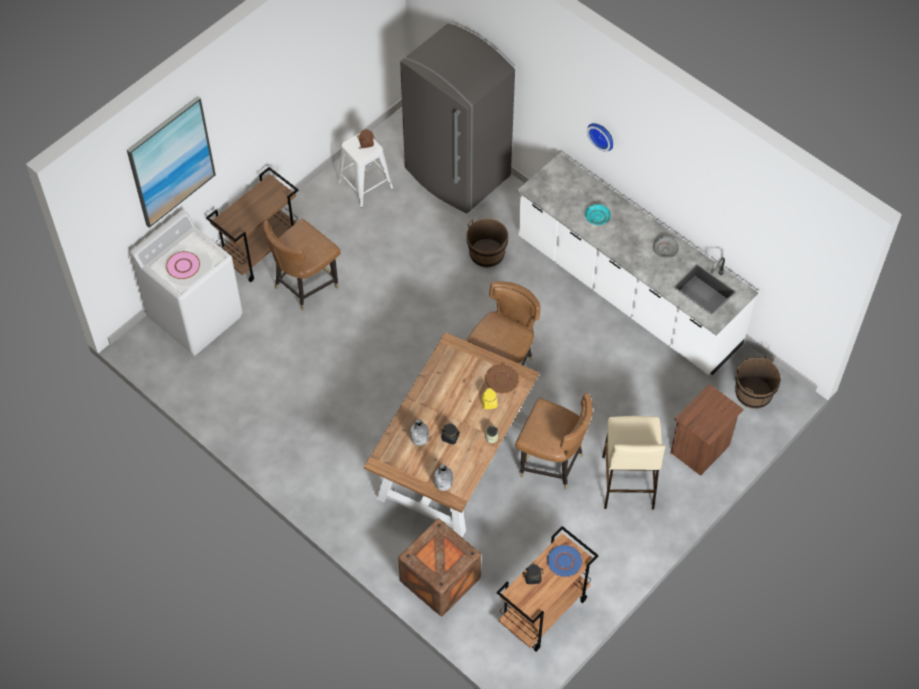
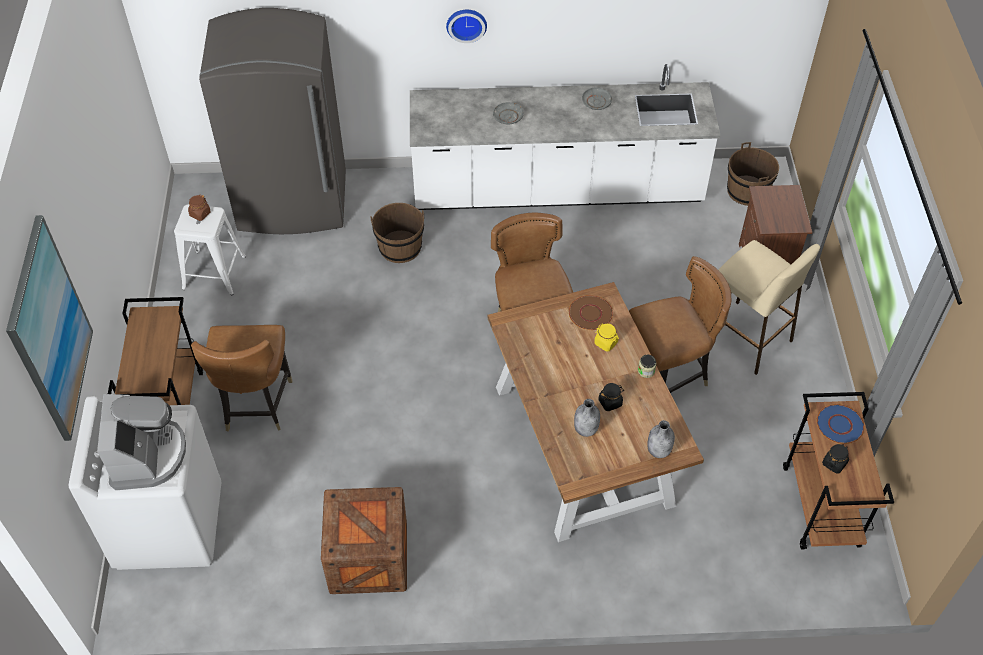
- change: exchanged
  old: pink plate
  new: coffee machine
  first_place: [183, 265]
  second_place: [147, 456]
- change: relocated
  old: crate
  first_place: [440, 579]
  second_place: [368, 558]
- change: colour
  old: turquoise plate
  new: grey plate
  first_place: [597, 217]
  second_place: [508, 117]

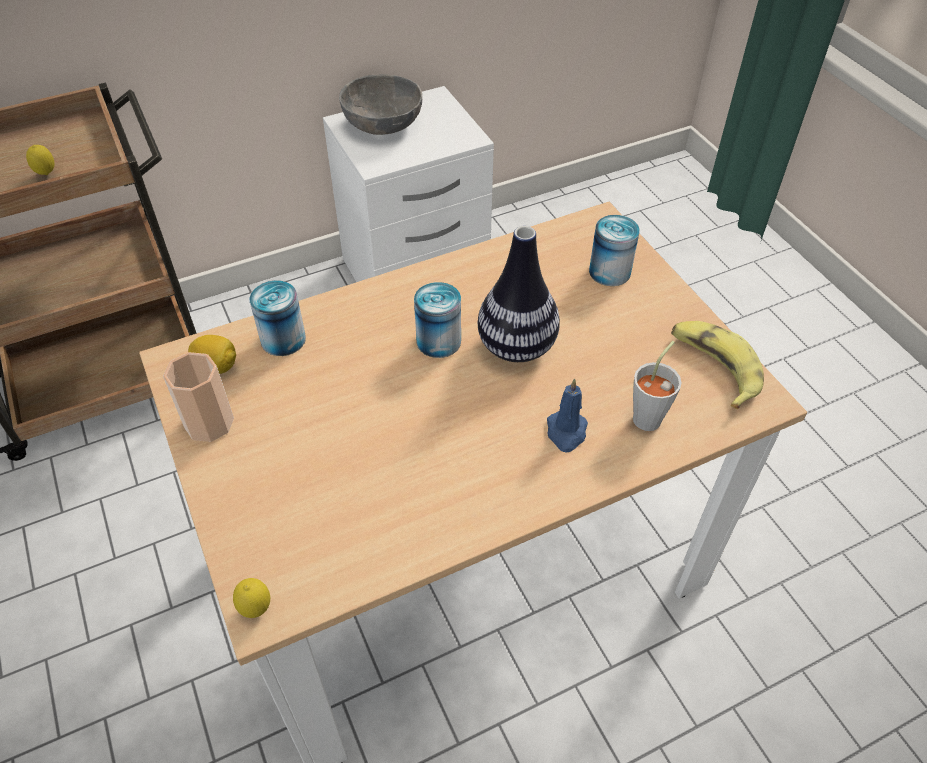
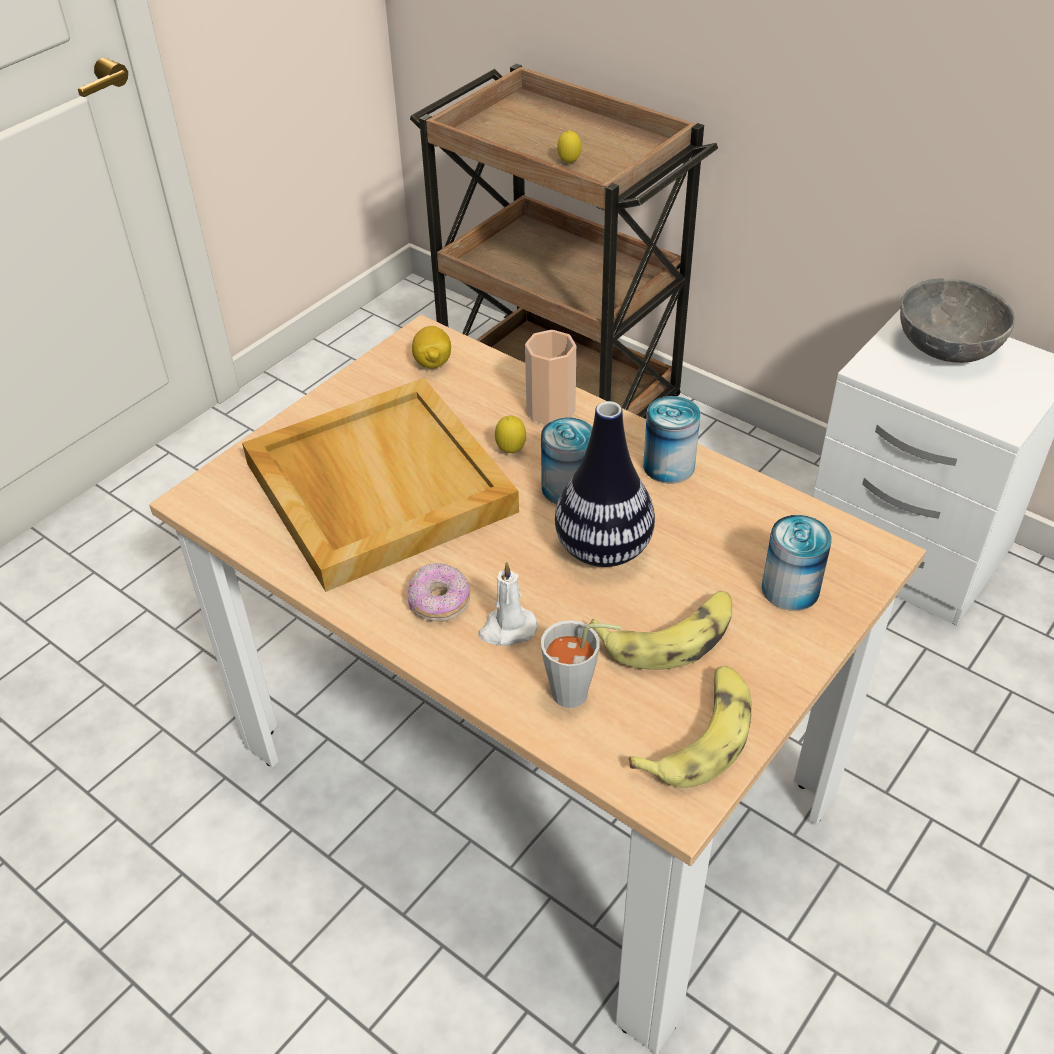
- change: relocated
  old: cup
  first_place: [209, 423]
  second_place: [550, 410]
- change: relocated
  old: lemon
  first_place: [256, 609]
  second_place: [511, 452]
- change: relocated
  old: can
  first_place: [283, 339]
  second_place: [668, 466]
- change: colour
  old: blue candle
  new: white candle
  first_place: [566, 432]
  second_place: [507, 629]
- change: appeared
  new: beige tray
  second_place: [377, 487]
- change: appeared
  new: donut
  second_place: [439, 603]
- change: appeared
  new: banana
  second_place: [669, 636]

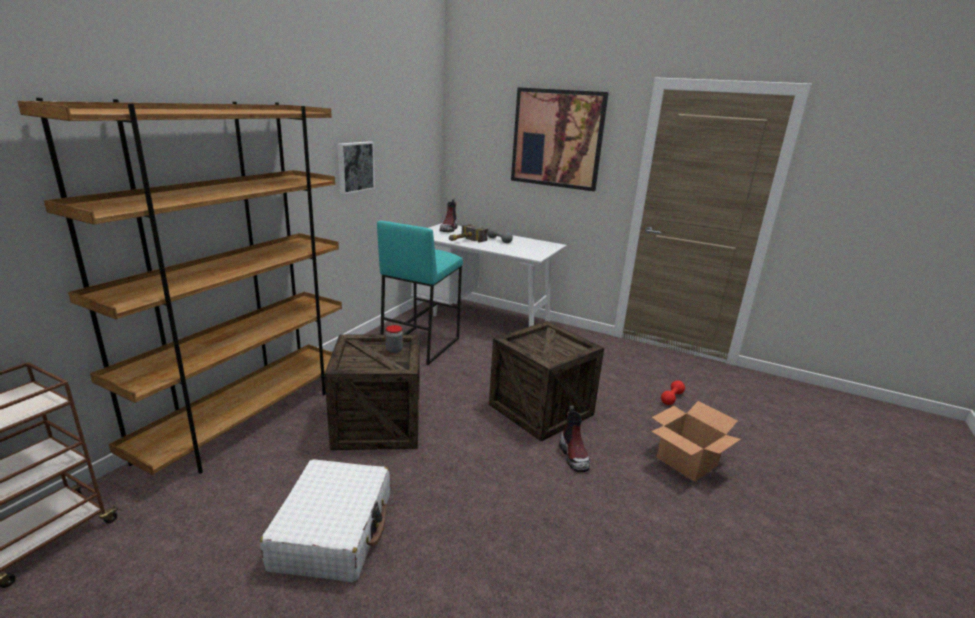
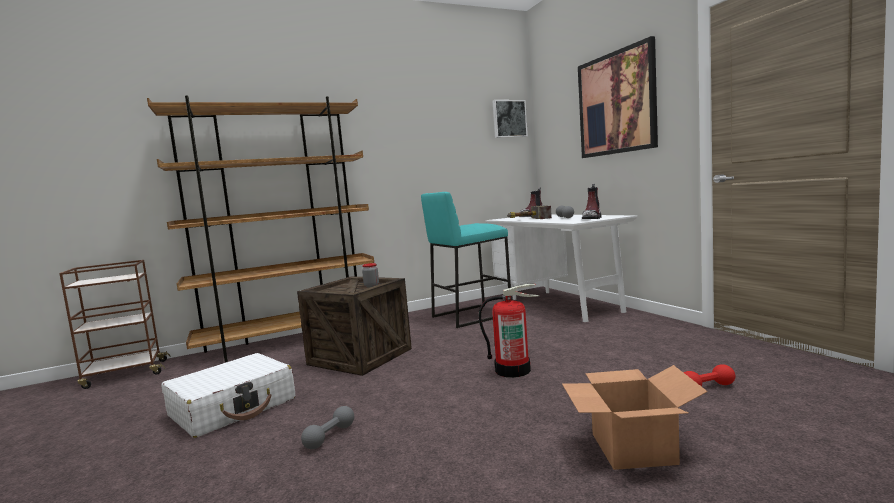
- change: relocated
  old: picture
  first_place: [354, 167]
  second_place: [509, 119]
- change: exchanged
  old: crate
  new: fire extinguisher
  first_place: [541, 409]
  second_place: [513, 370]
- change: relocated
  old: boot
  first_place: [574, 456]
  second_place: [592, 218]
- change: appeared
  new: grey dumbbell
  second_place: [330, 436]

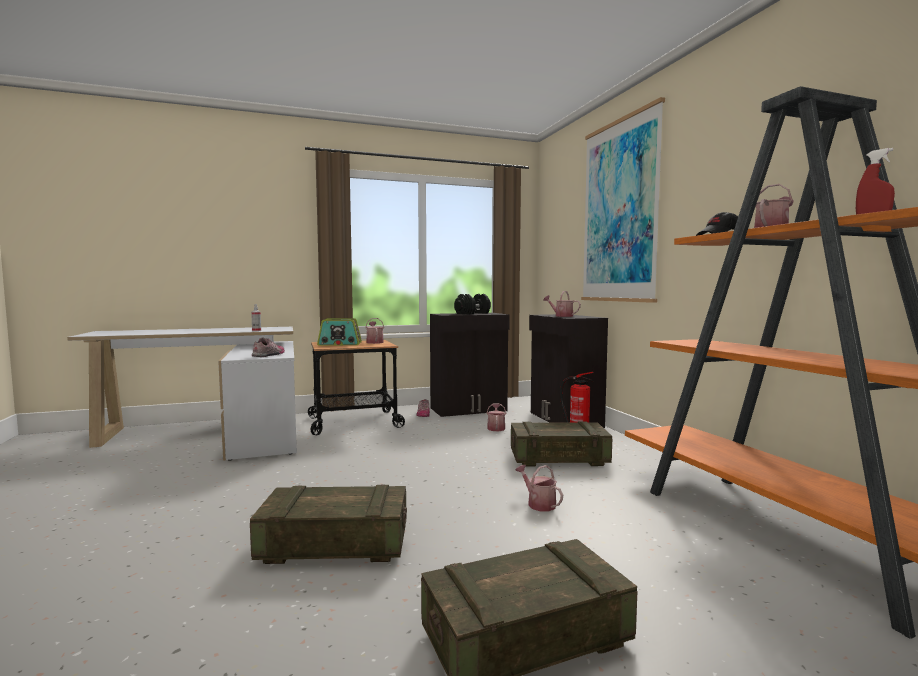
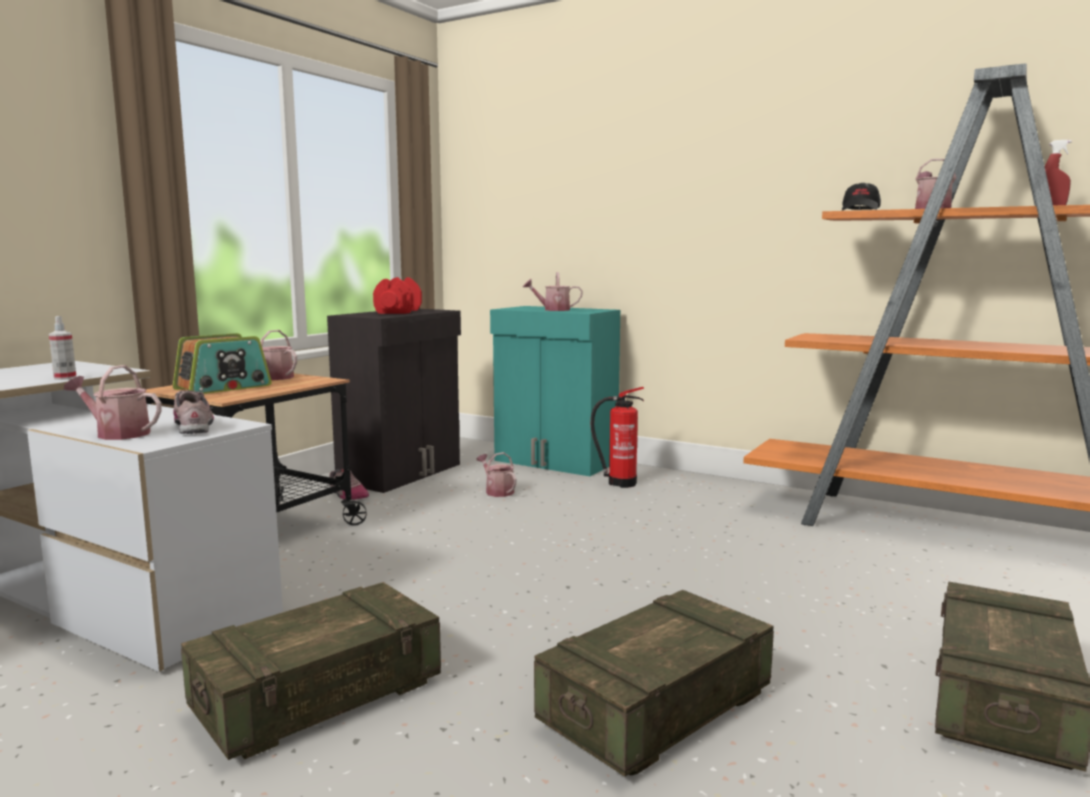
- change: colour
  old: black dumbbell
  new: red dumbbell
  first_place: [472, 313]
  second_place: [398, 311]
- change: relocated
  old: crate
  first_place: [558, 459]
  second_place: [319, 697]
- change: relocated
  old: watering can
  first_place: [538, 503]
  second_place: [117, 433]
- change: colour
  old: black cabinet
  new: turquoise cabinet
  first_place: [564, 420]
  second_place: [555, 462]
- change: missing
  old: picture
  first_place: [619, 211]

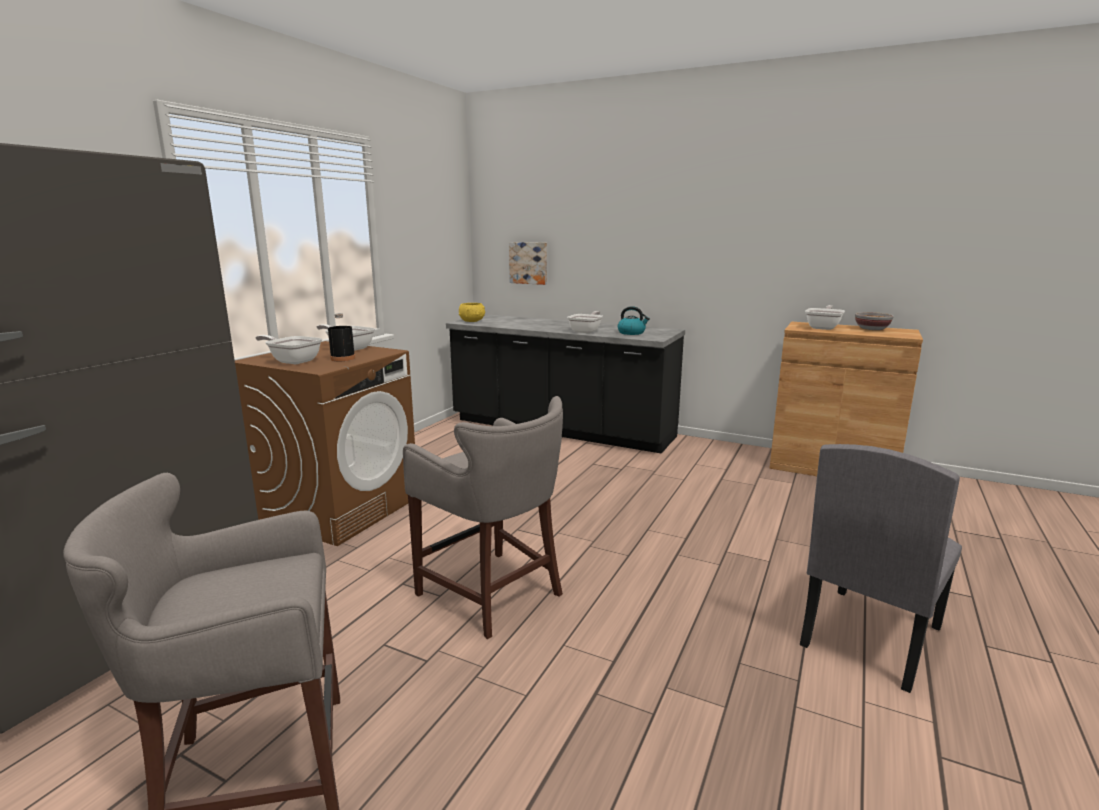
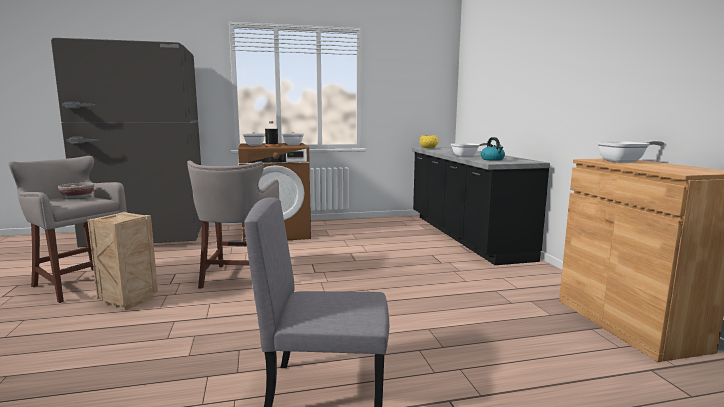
- change: missing
  old: picture
  first_place: [529, 263]
- change: relocated
  old: bowl
  first_place: [872, 329]
  second_place: [77, 197]
- change: appeared
  new: crate
  second_place: [127, 301]

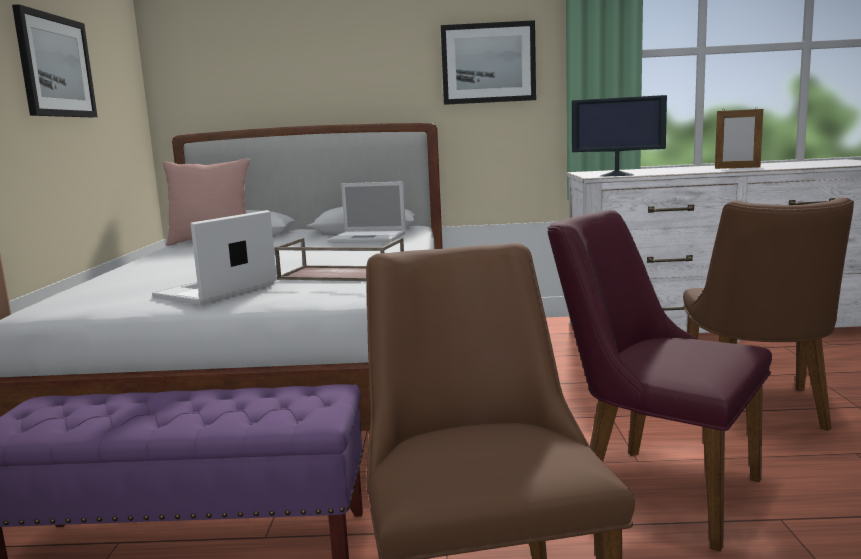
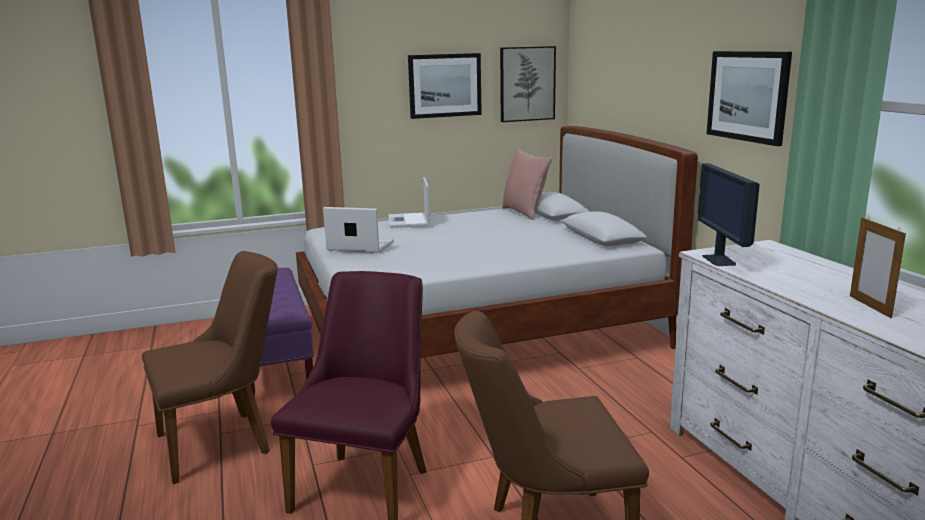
- change: missing
  old: brown tray
  first_place: [340, 274]
- change: relocated
  old: laptop
  first_place: [369, 237]
  second_place: [409, 221]
- change: appeared
  new: picture
  second_place: [527, 84]

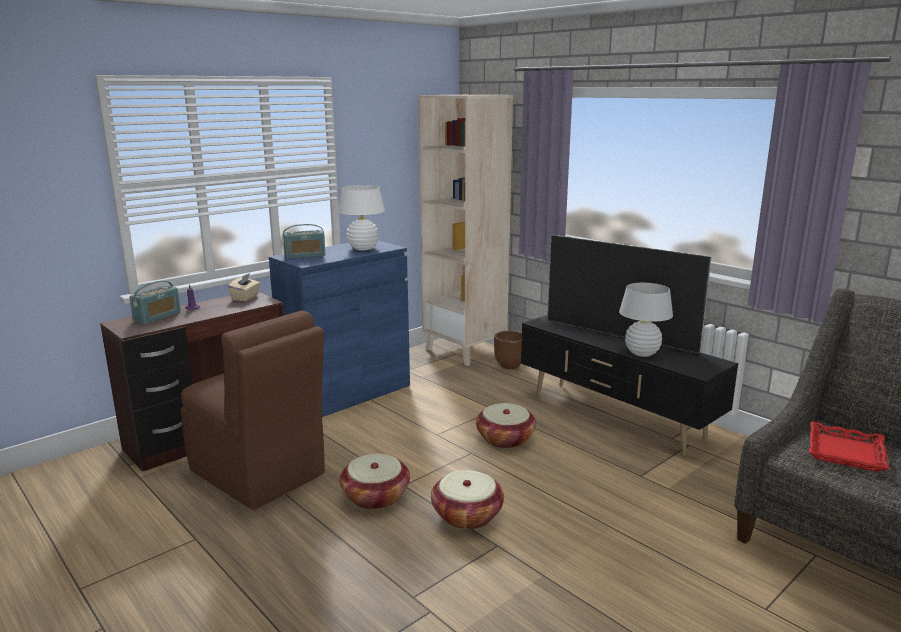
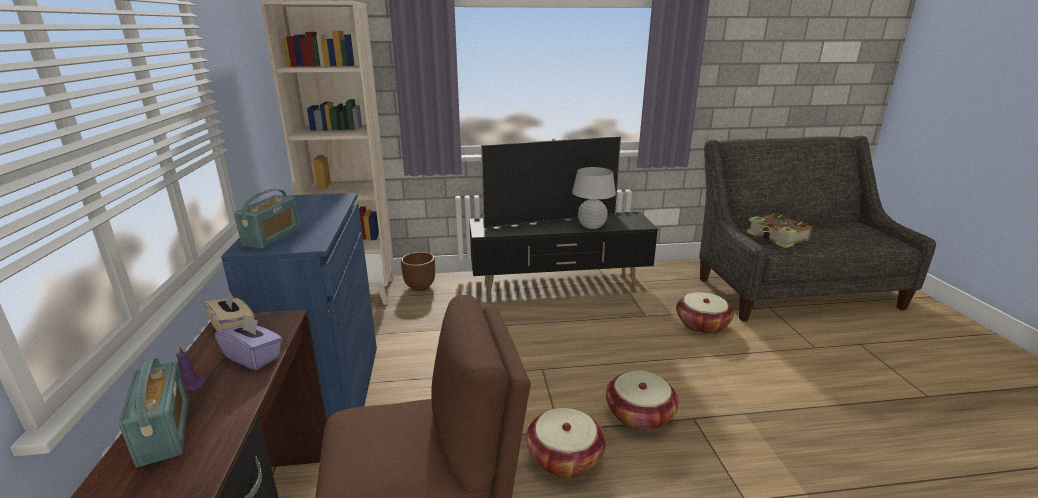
- change: missing
  old: white table lamp
  first_place: [363, 248]
- change: relocated
  old: basket
  first_place: [505, 439]
  second_place: [701, 324]
- change: exchanged
  old: red tray
  new: book
  first_place: [846, 452]
  second_place: [777, 238]
- change: appeared
  new: purple tissue box
  second_place: [254, 357]

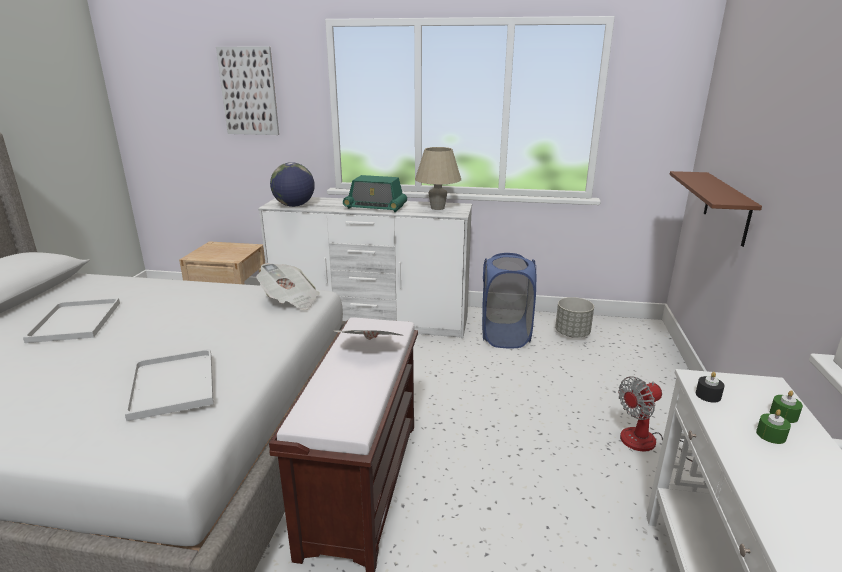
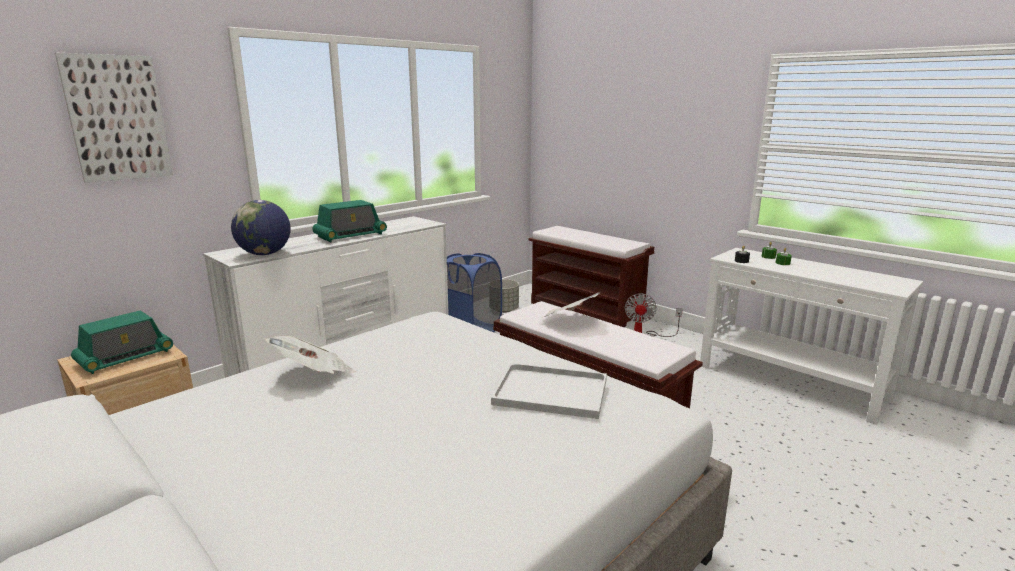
- change: missing
  old: white tray
  first_place: [75, 321]
- change: relocated
  old: newspaper
  first_place: [290, 300]
  second_place: [315, 374]
- change: missing
  old: beige table lamp
  first_place: [437, 208]
- change: missing
  old: brown shelf
  first_place: [727, 208]
- change: appeared
  new: radio
  second_place: [125, 357]
- change: appeared
  new: brown bench
  second_place: [586, 311]

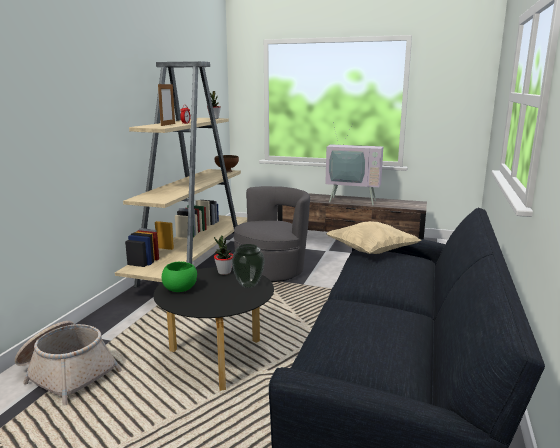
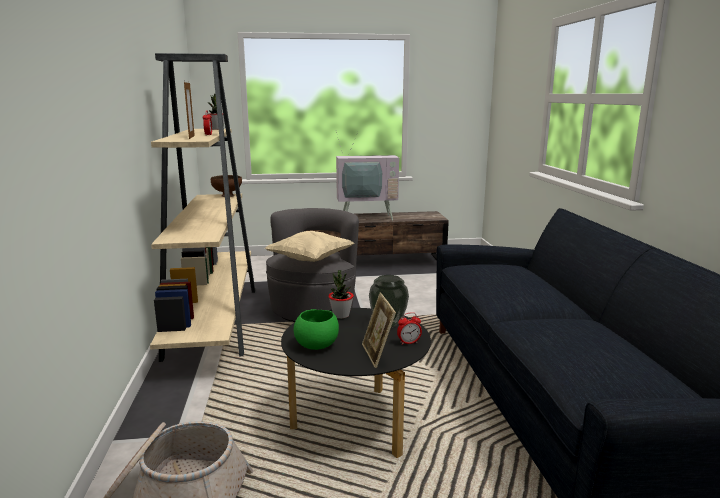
- change: relocated
  old: beige pillow
  first_place: [371, 252]
  second_place: [310, 260]
- change: appeared
  new: picture frame
  second_place: [377, 355]
- change: appeared
  new: alarm clock
  second_place: [409, 342]

